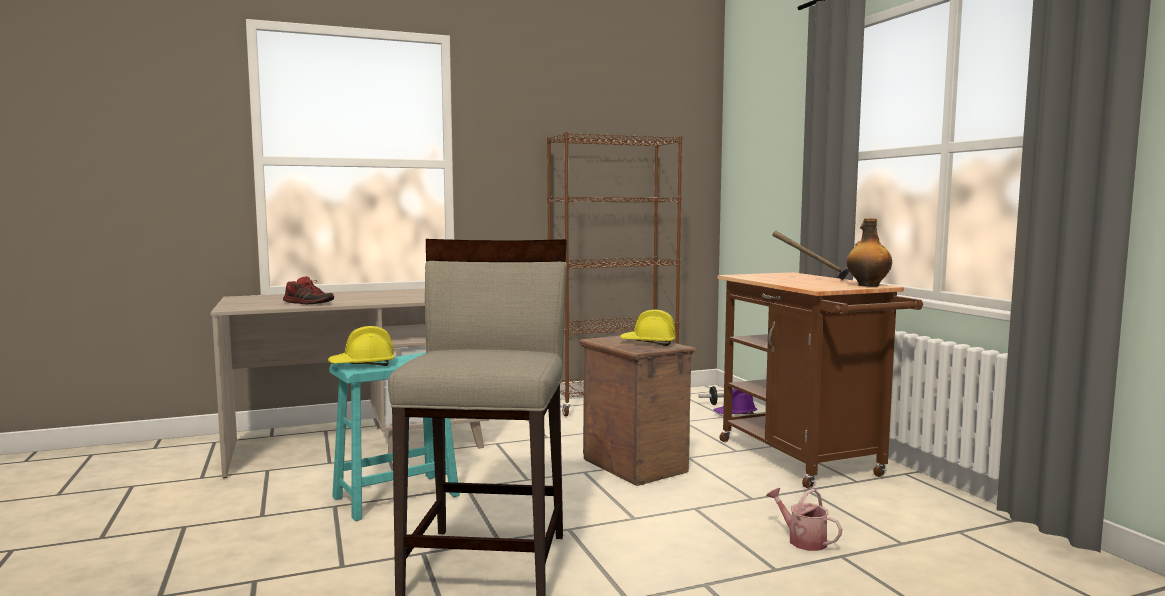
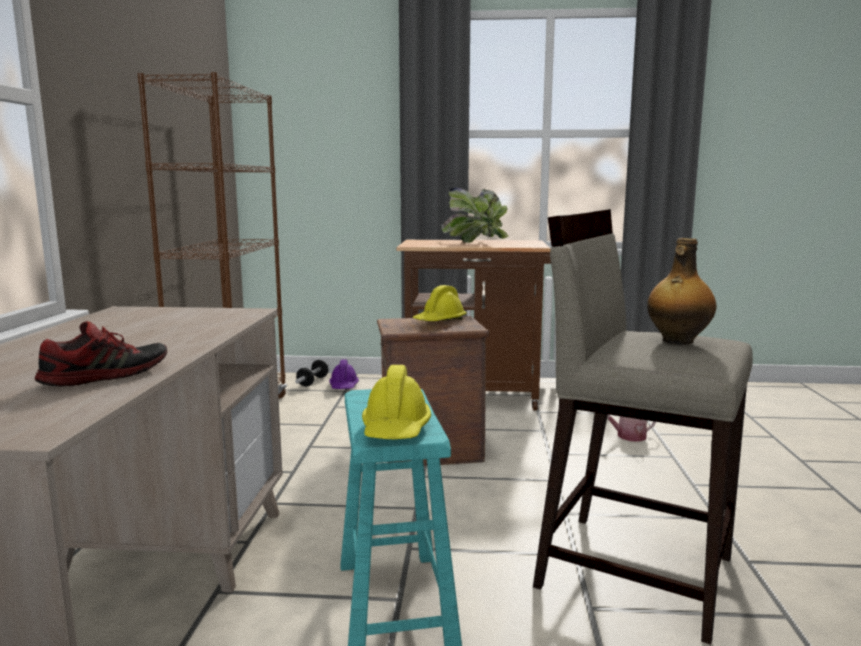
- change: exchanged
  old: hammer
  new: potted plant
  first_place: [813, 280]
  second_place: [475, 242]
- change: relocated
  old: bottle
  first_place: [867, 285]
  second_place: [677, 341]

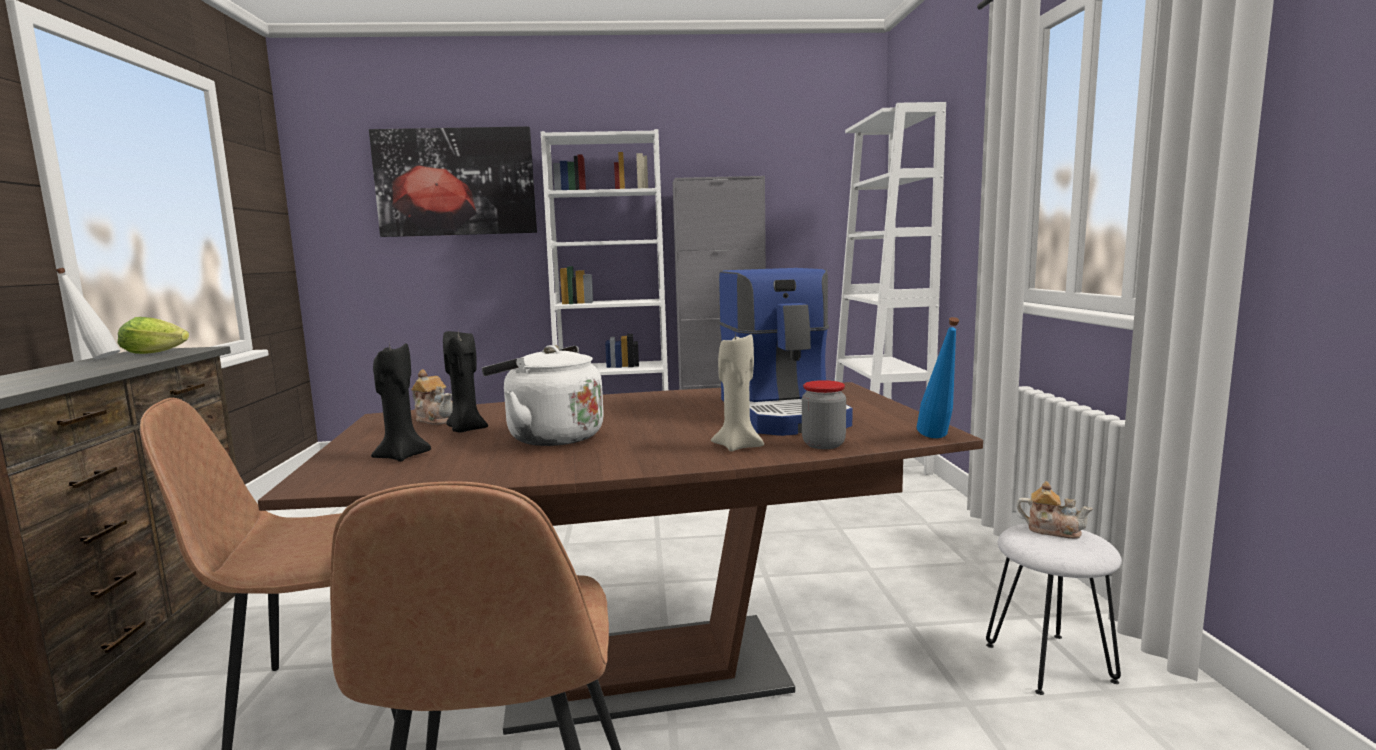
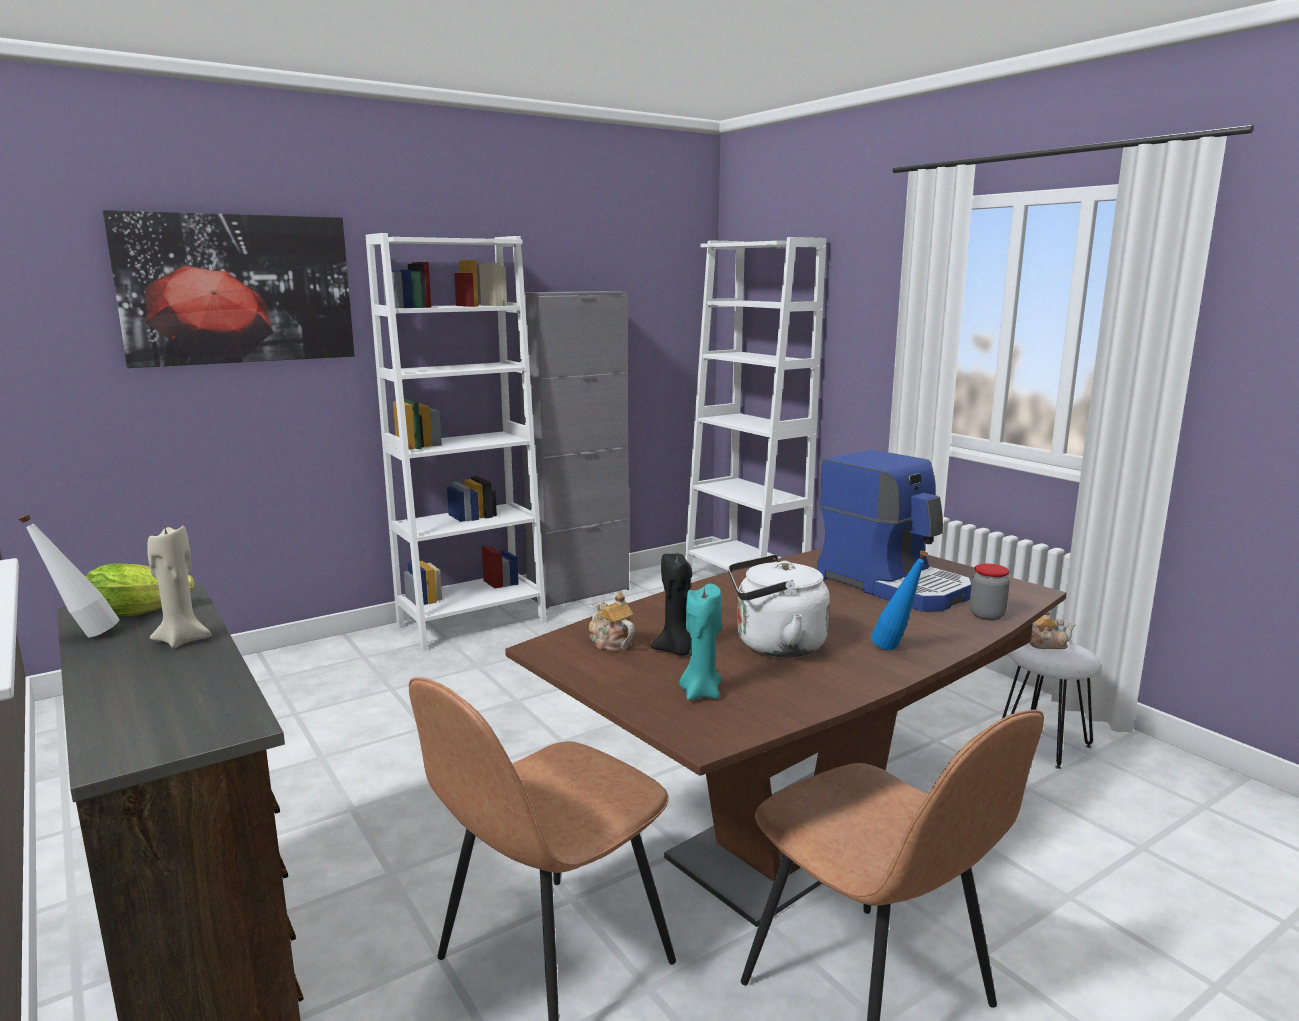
- change: colour
  old: black candle
  new: turquoise candle
  first_place: [401, 456]
  second_place: [701, 693]
- change: spun
  old: teapot
  first_place: [436, 419]
  second_place: [610, 643]
  degrees: -135
- change: relocated
  old: beige candle
  first_place: [738, 446]
  second_place: [182, 640]
- change: relocated
  old: blue bottle
  first_place: [938, 439]
  second_place: [895, 651]

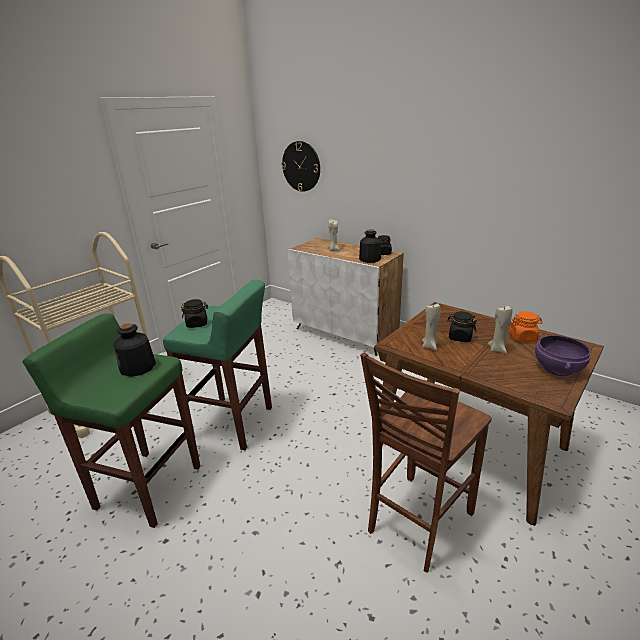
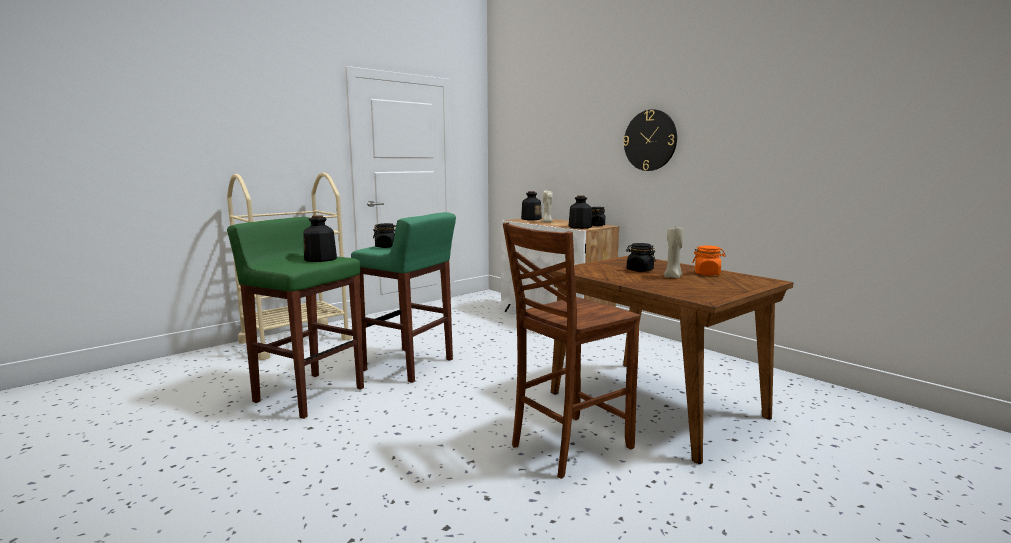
- change: relocated
  old: wall clock
  first_place: [301, 166]
  second_place: [650, 140]
- change: missing
  old: beige candle
  first_place: [430, 346]
- change: missing
  old: purple bowl
  first_place: [557, 369]
- change: appeared
  new: bottle
  second_place: [531, 219]

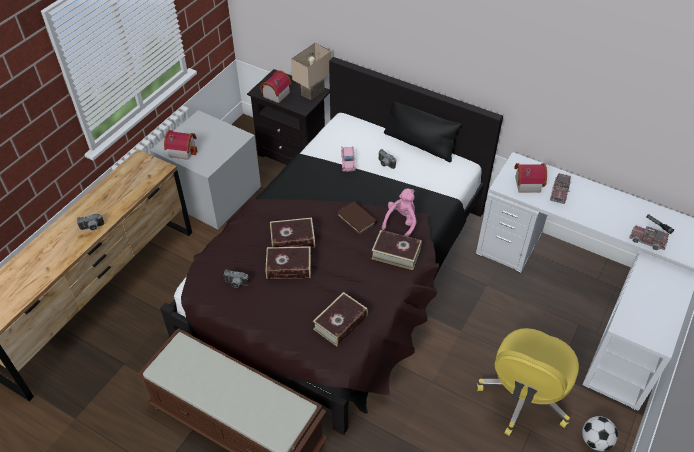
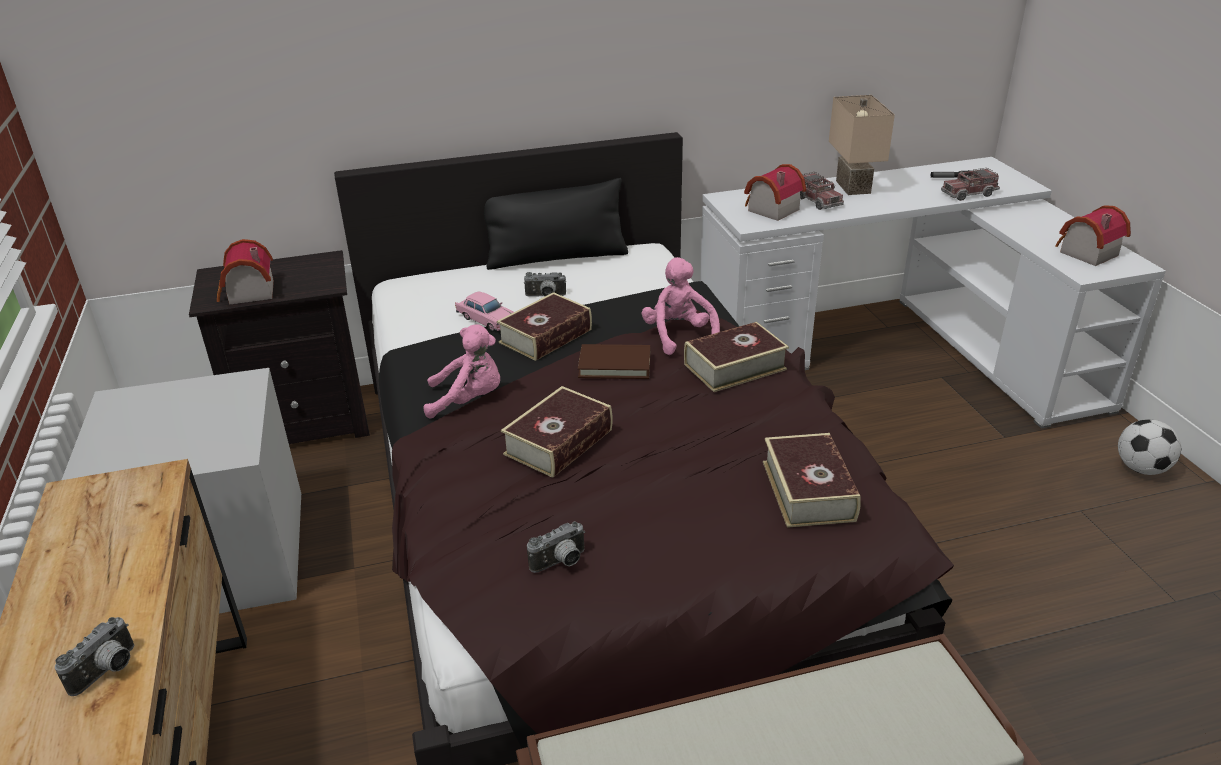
- change: relocated
  old: toy house
  first_place: [182, 150]
  second_place: [1085, 253]
- change: relocated
  old: book
  first_place: [289, 267]
  second_place: [545, 336]
- change: relocated
  old: beige table lamp
  first_place: [313, 93]
  second_place: [855, 187]
- change: missing
  old: yellow office chair
  first_place: [524, 397]
- change: appeared
  new: pink plush toy
  second_place: [469, 400]

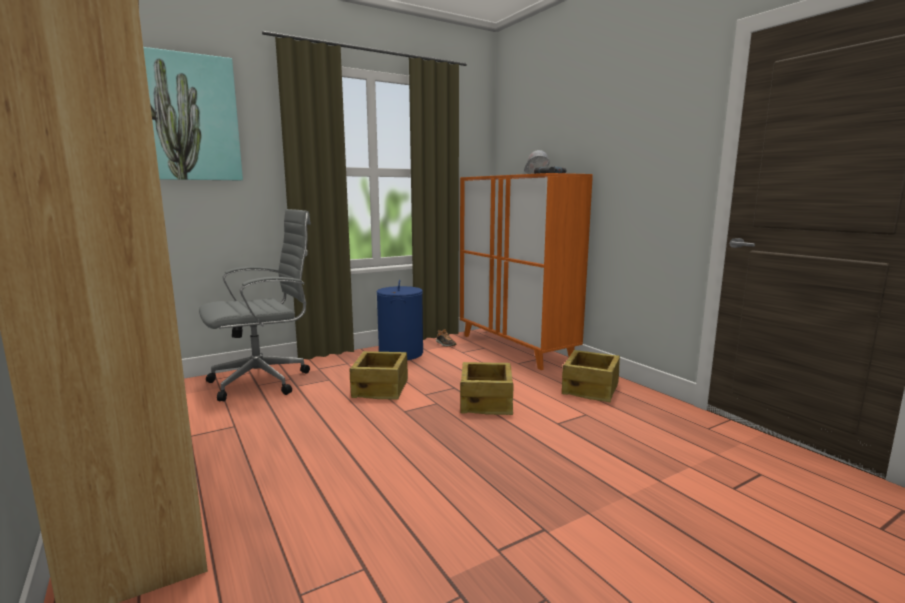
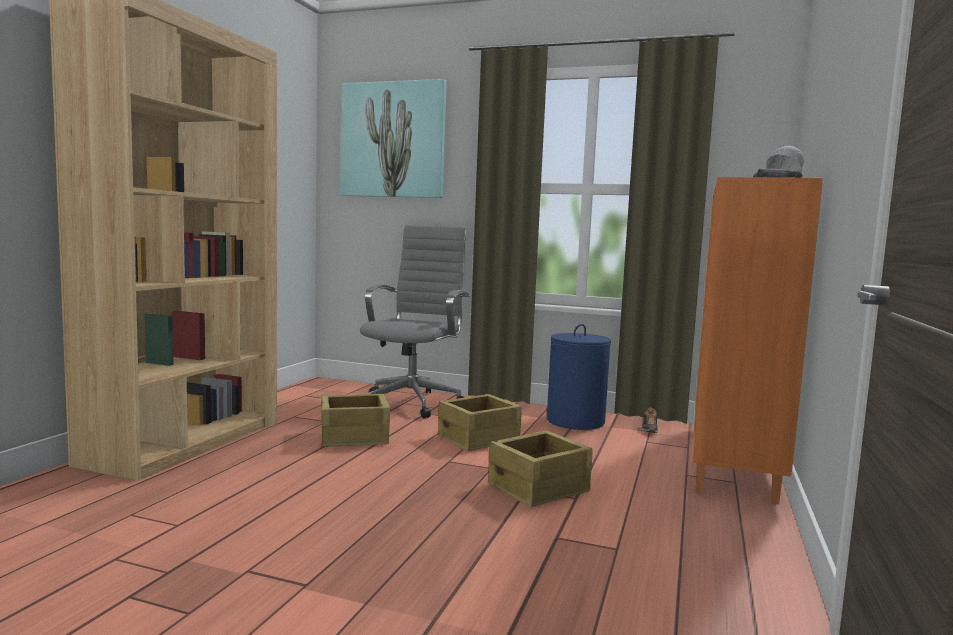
- change: spun
  old: grey office chair
  first_place: [264, 381]
  second_place: [414, 402]
  degrees: -90
- change: relocated
  old: crate
  first_place: [591, 389]
  second_place: [355, 437]

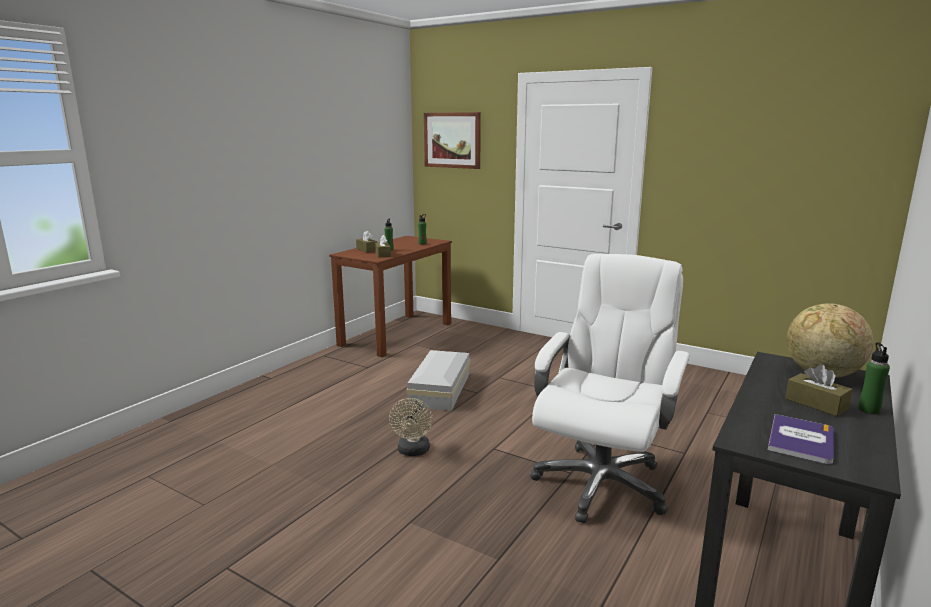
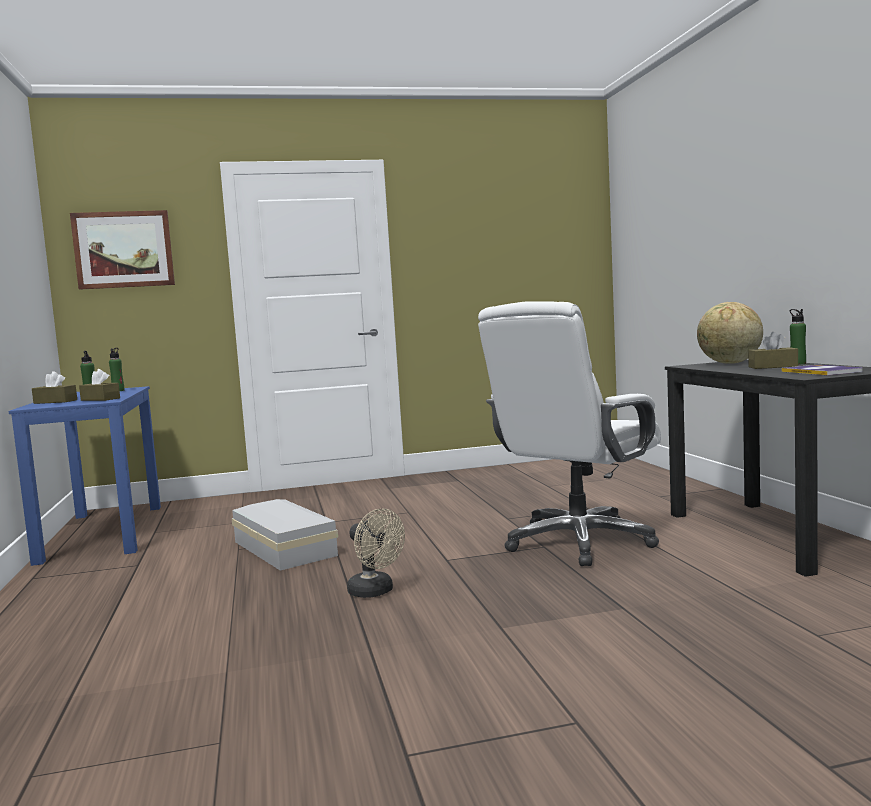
- change: colour
  old: brown desk
  new: blue desk
  first_place: [397, 334]
  second_place: [104, 532]
- change: spun
  old: white office chair
  first_place: [601, 483]
  second_place: [578, 542]
  degrees: -120

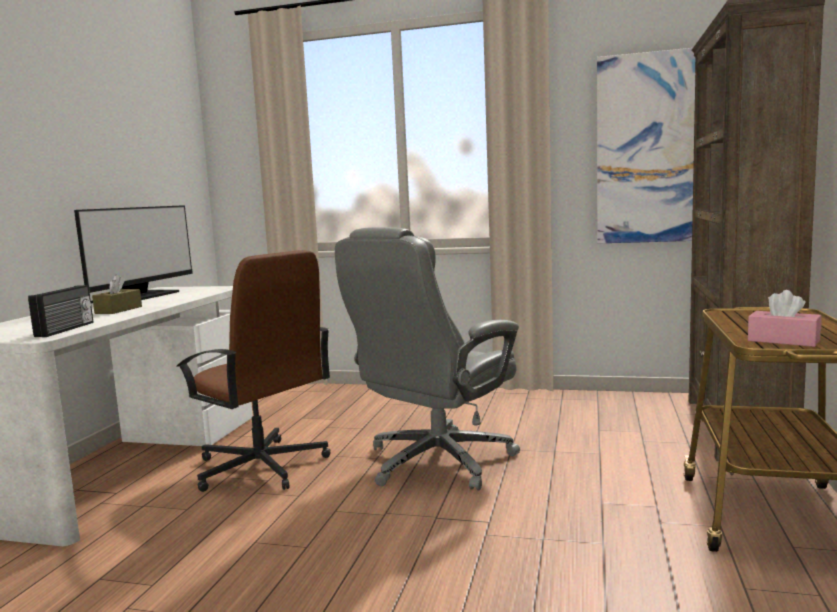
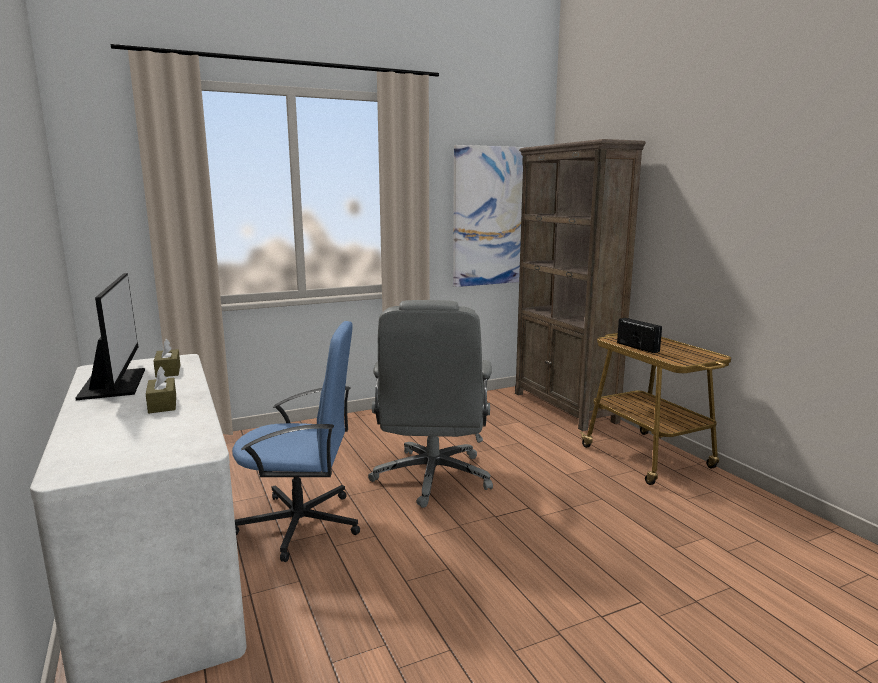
- change: relocated
  old: radio
  first_place: [66, 329]
  second_place: [638, 347]
- change: colour
  old: brown office chair
  new: blue office chair
  first_place: [261, 467]
  second_place: [301, 524]
- change: missing
  old: pink tissue box
  first_place: [783, 340]
- change: appeared
  new: brown tissue box
  second_place: [168, 371]

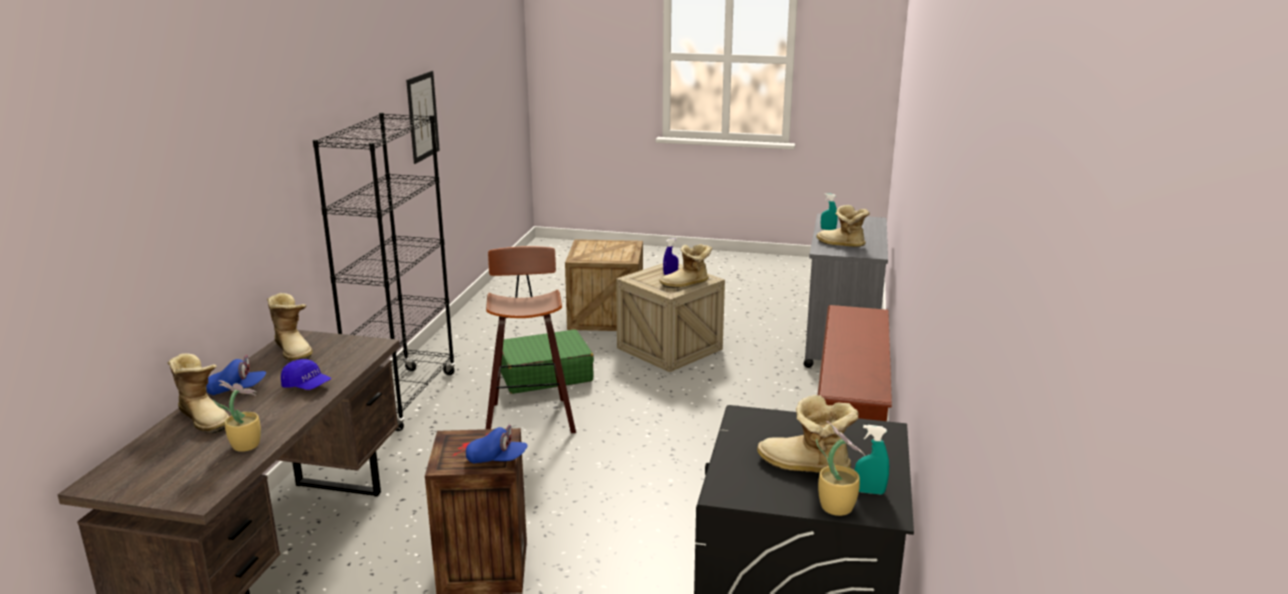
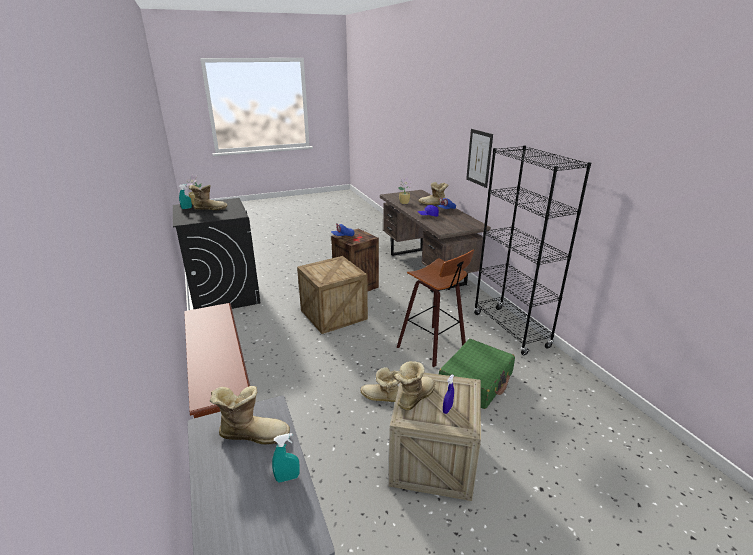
- change: relocated
  old: boot
  first_place: [294, 350]
  second_place: [381, 398]
- change: relocated
  old: picture
  first_place: [422, 116]
  second_place: [479, 158]
- change: relocated
  old: crate
  first_place: [606, 316]
  second_place: [333, 315]

